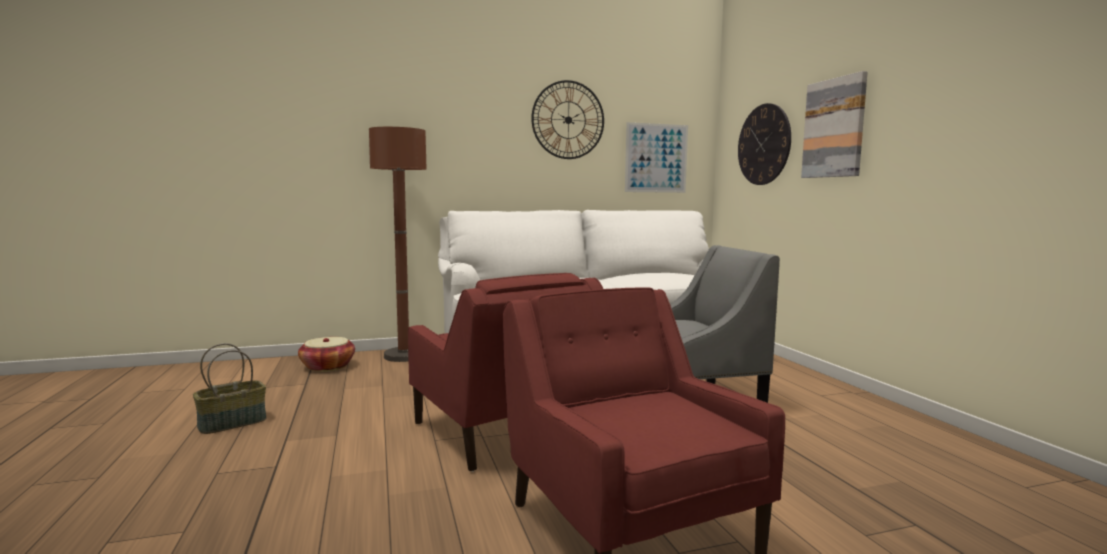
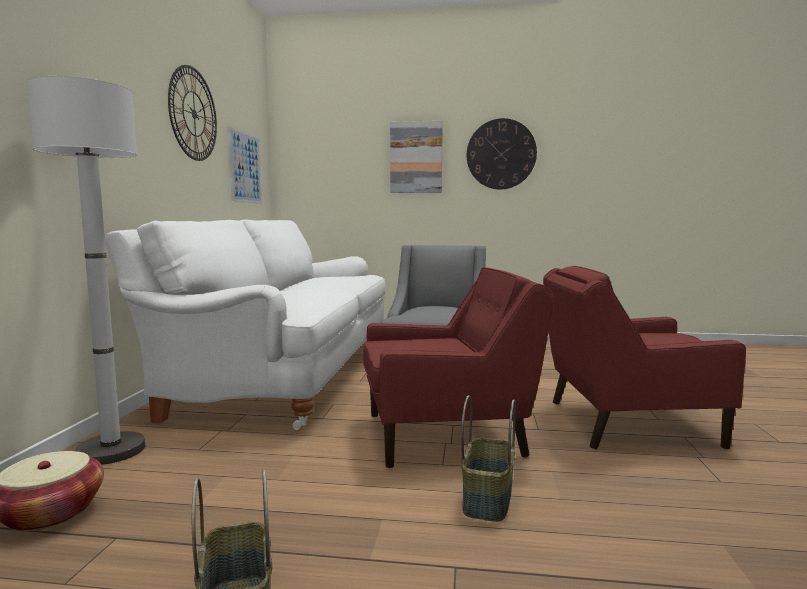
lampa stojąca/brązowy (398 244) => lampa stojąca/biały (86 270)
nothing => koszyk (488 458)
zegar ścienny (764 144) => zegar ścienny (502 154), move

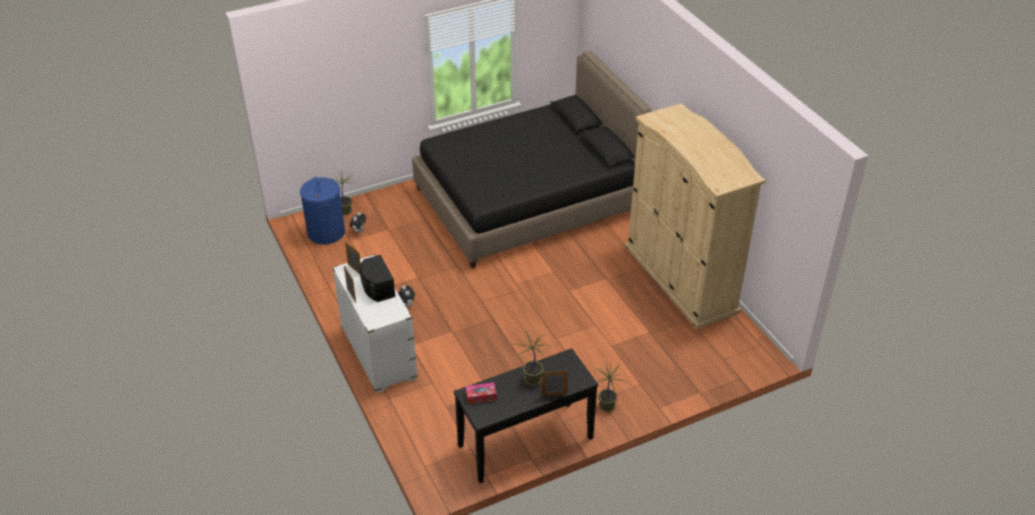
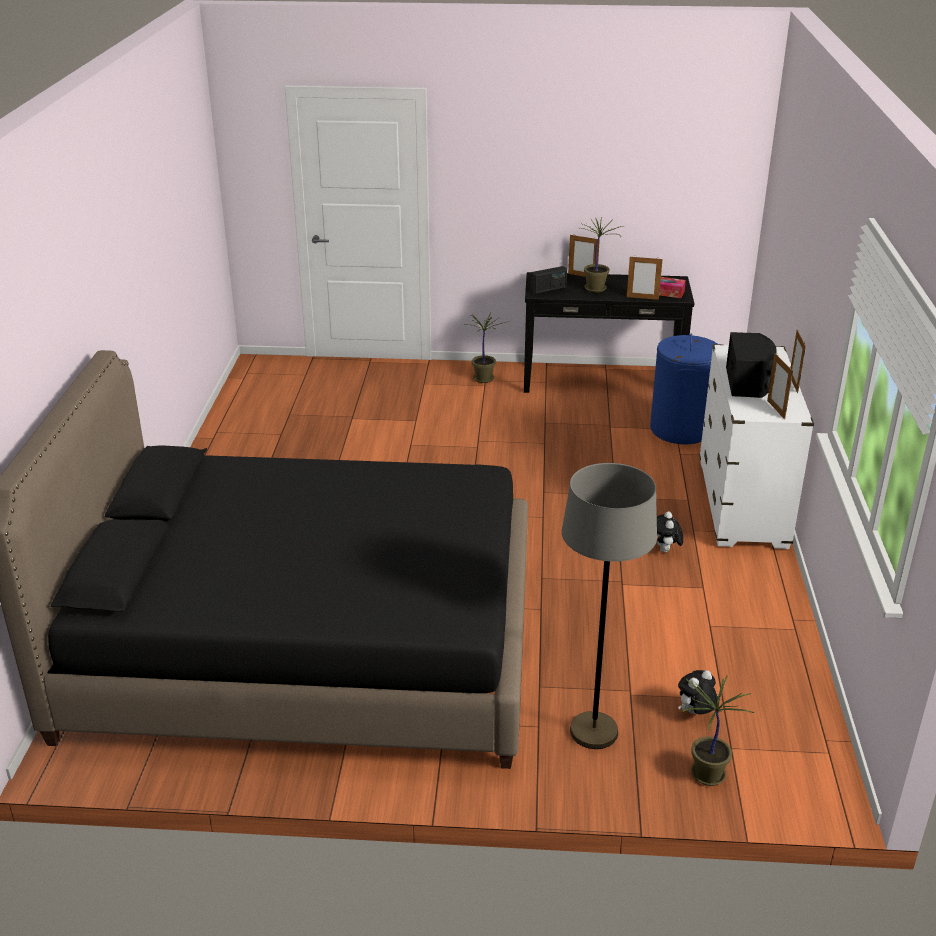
nothing => radio (548 280)
nothing => lampa stojąca/szary (609 606)
nothing => ramka na zdjęcie (645 277)
kosz na pranie/niebieski (322 210) => kosz na pranie/niebieski (683 388), move
szafa/beżowy (695 216) => nothing

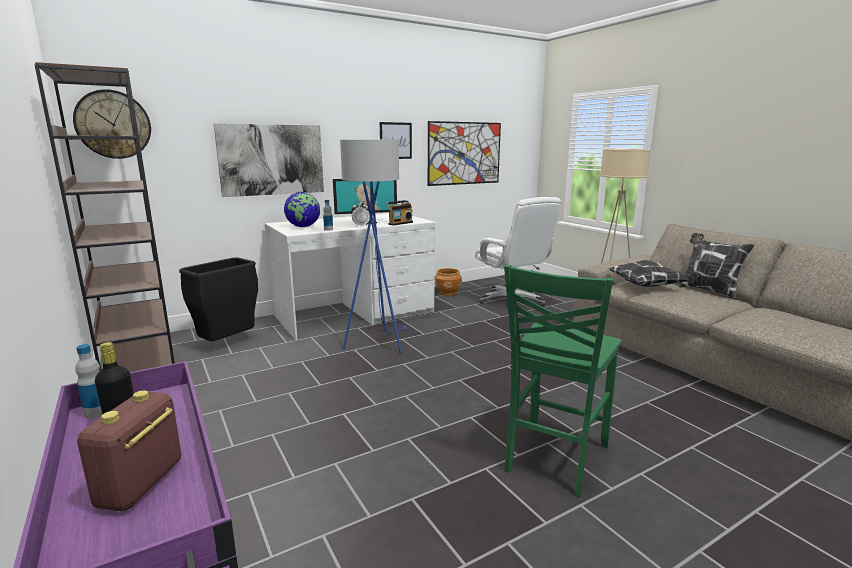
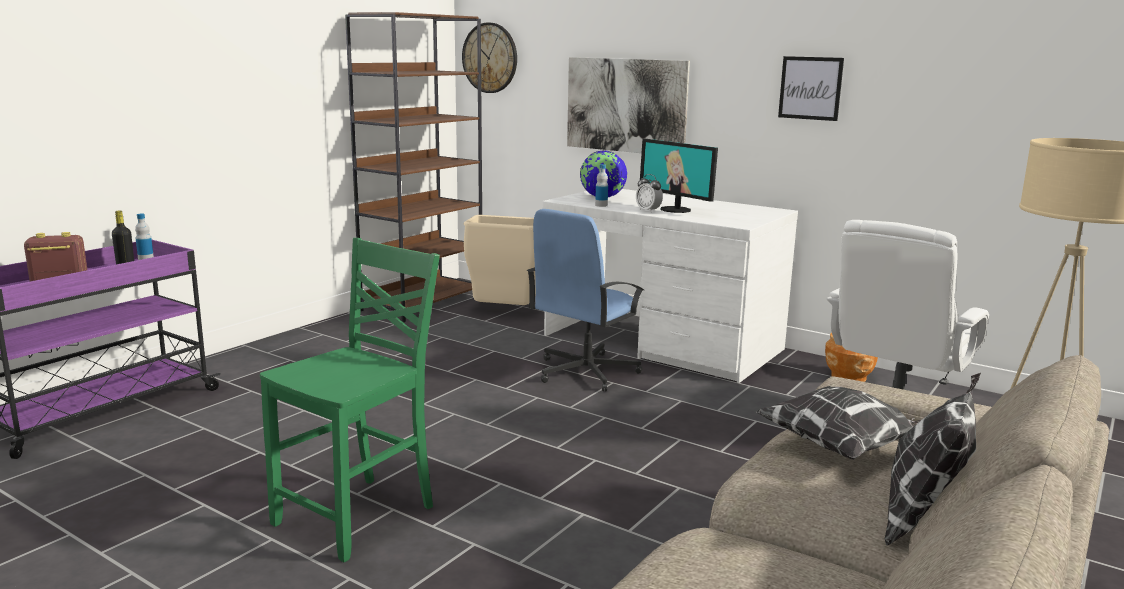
krzesło/zielony (563 381) => krzesło/zielony (350 400), 120 degrees clockwise
kosz na śmieci/czarny (218 299) => kosz na śmieci/beżowy (500 260)
lampa stojąca/niebieski (373 246) => krzesło biurowe/niebieski (585 300)
radio (399 213) => nothing
obraz (464 153) => nothing

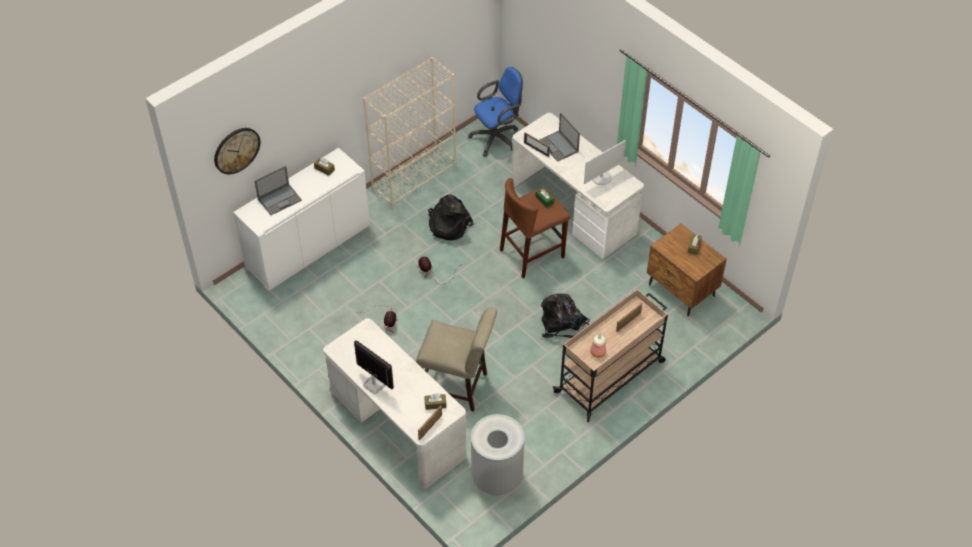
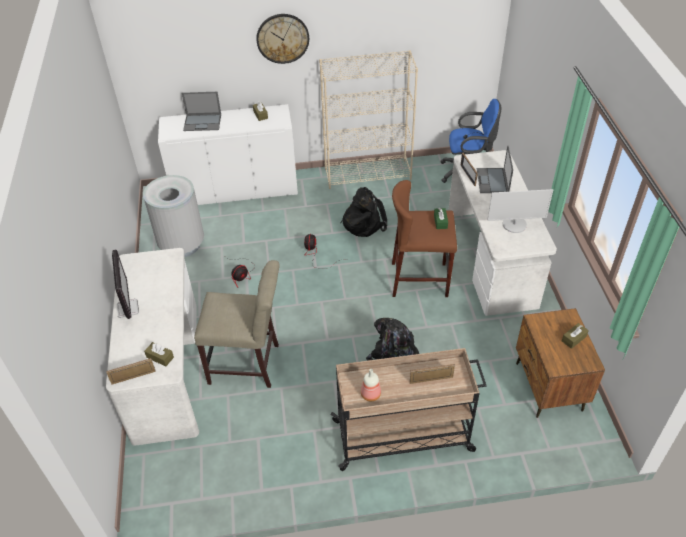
kosz na śmieci/szary (498 455) => kosz na śmieci/szary (173 216), move
krzesło/beżowy (456 359) => krzesło/beżowy (237 324), 45 degrees counterclockwise
zegar ścienny (237 151) => zegar ścienny (282 39), move

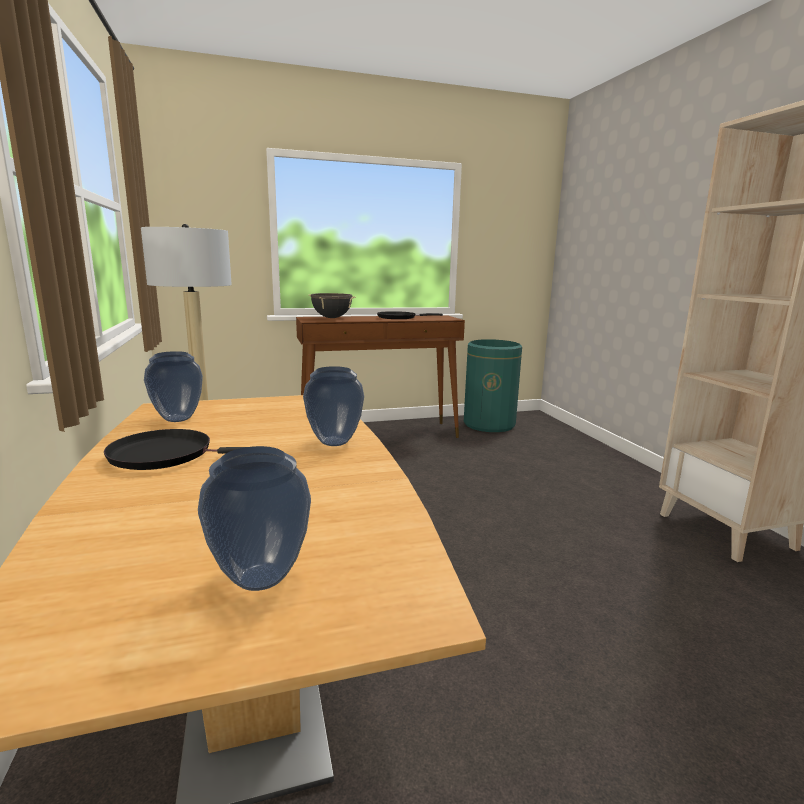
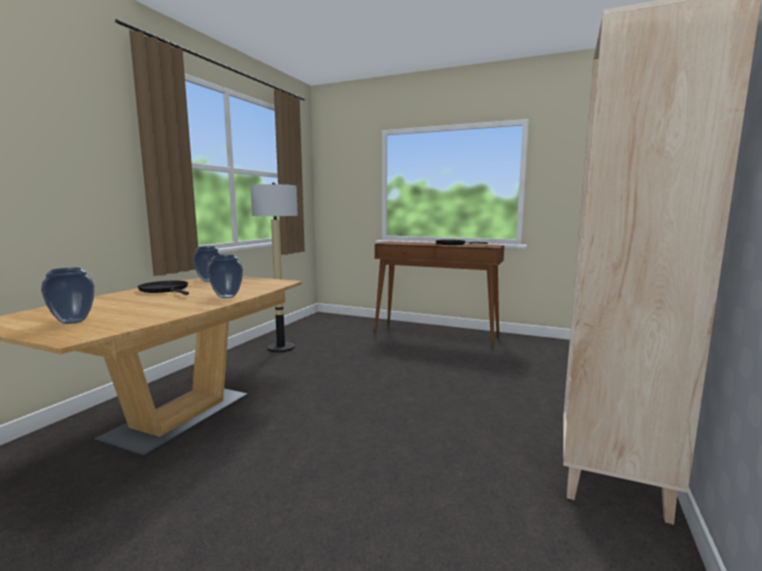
garnek/czarny (332 305) => nothing
kosz na śmieci/zielony (493 385) => nothing

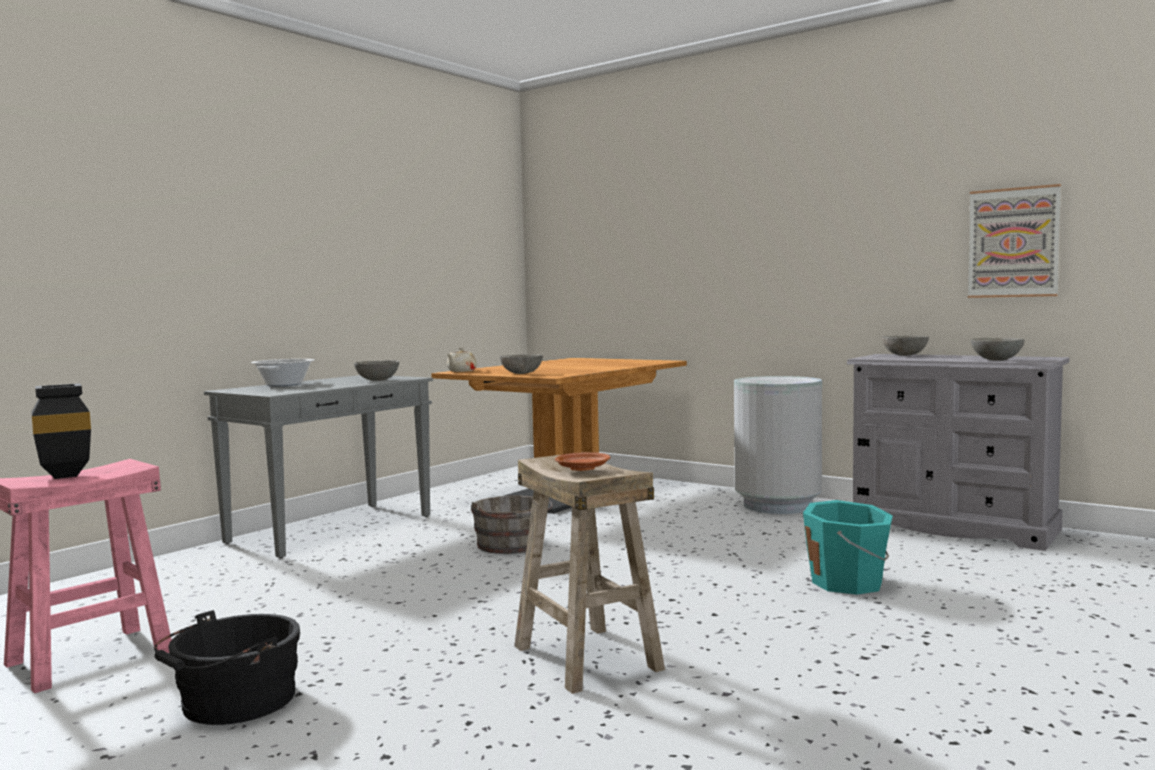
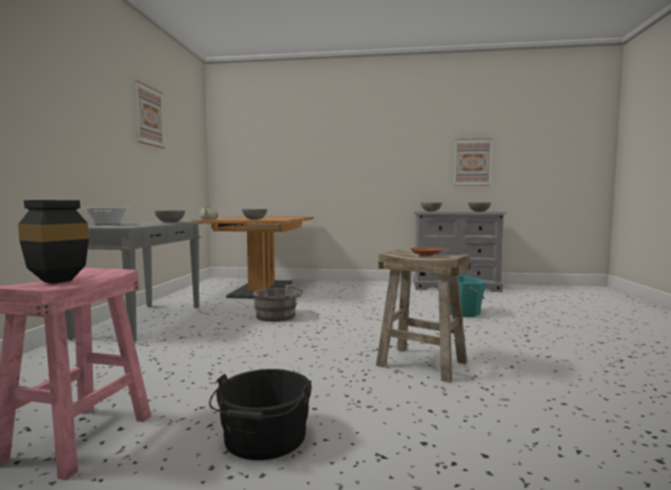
nothing => obraz (150 114)
kosz na śmieci/szary (778 445) => nothing

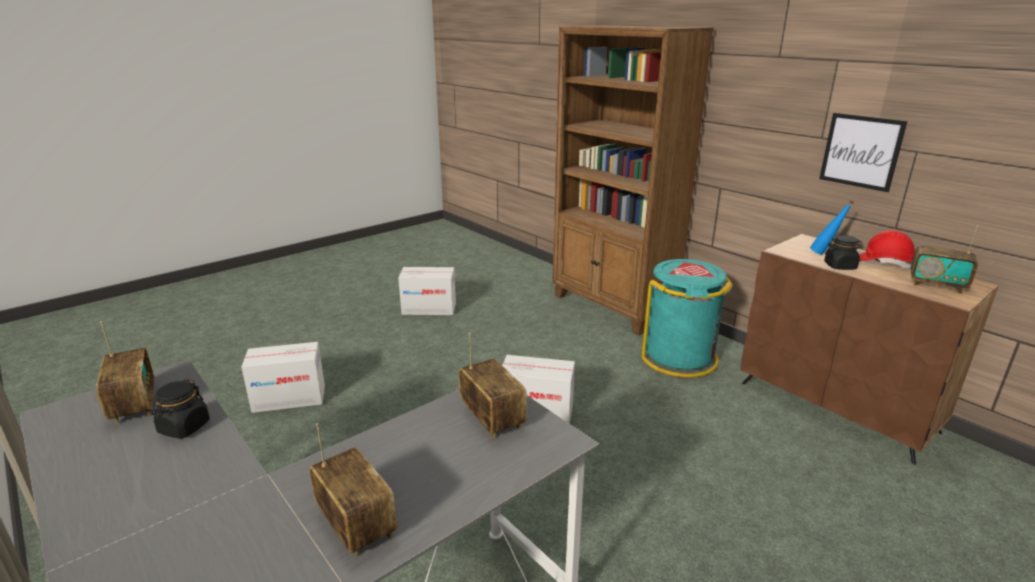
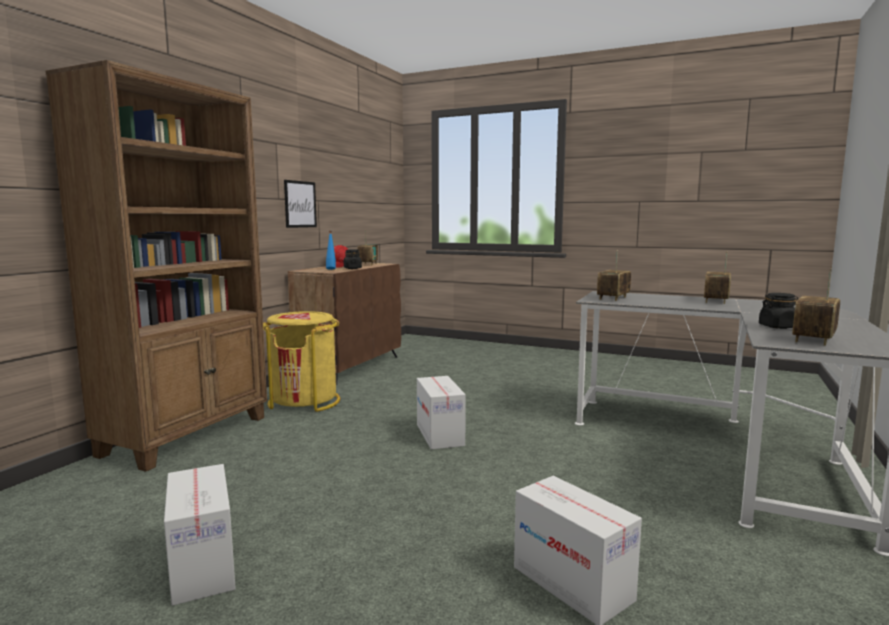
kosz na śmieci/turkusowy (687 318) => kosz na śmieci/żółty (301 361)

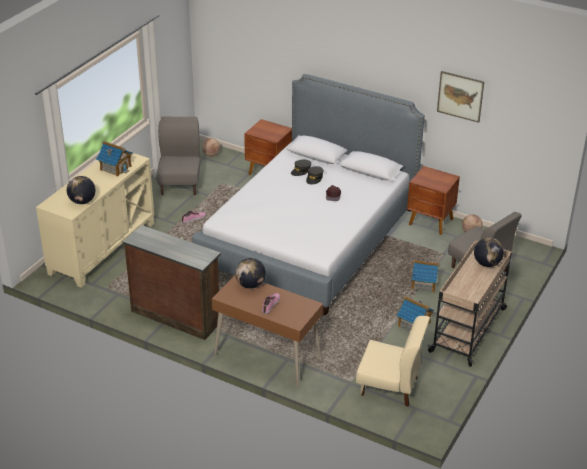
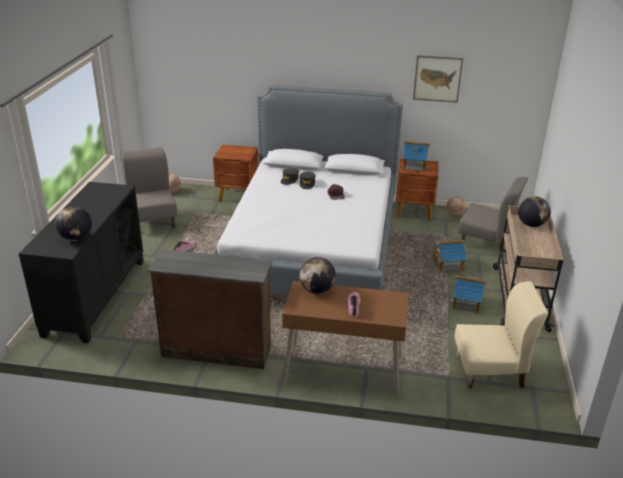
szafka/beżowy (95 220) => szafka/czarny (81 262)
domek (114 159) => domek (416 156), move

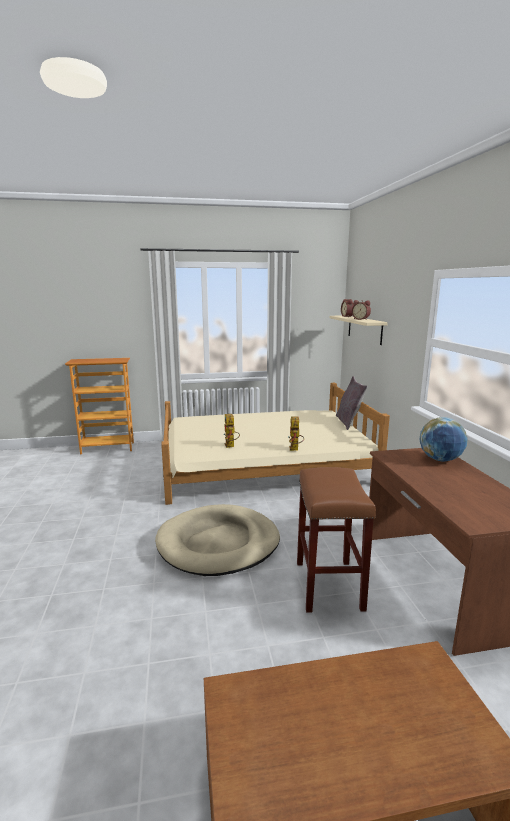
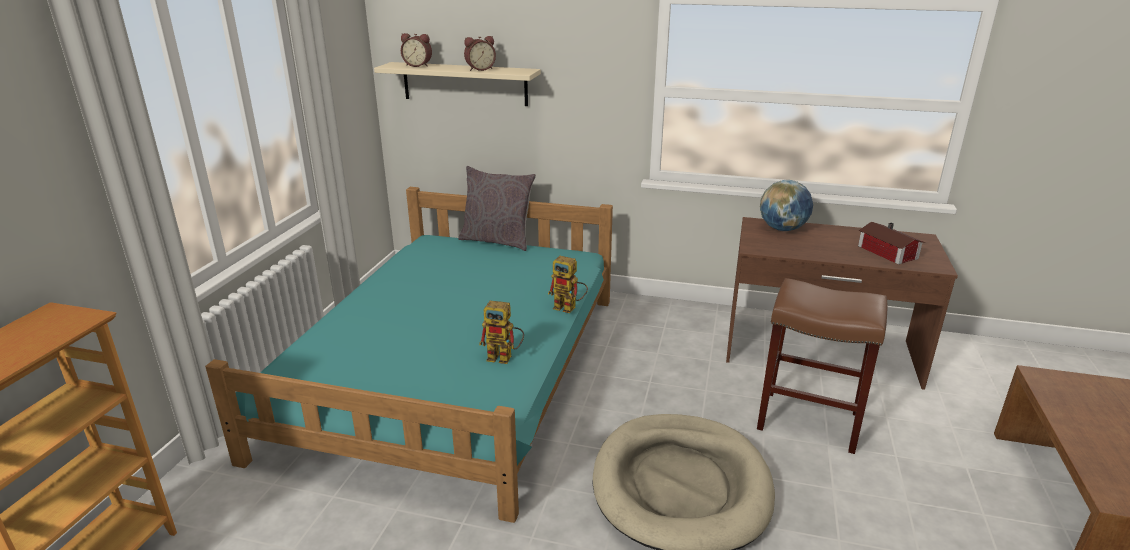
łóżko/beżowy (275 444) => łóżko/turkusowy (409 355)
nothing => domek (891 243)

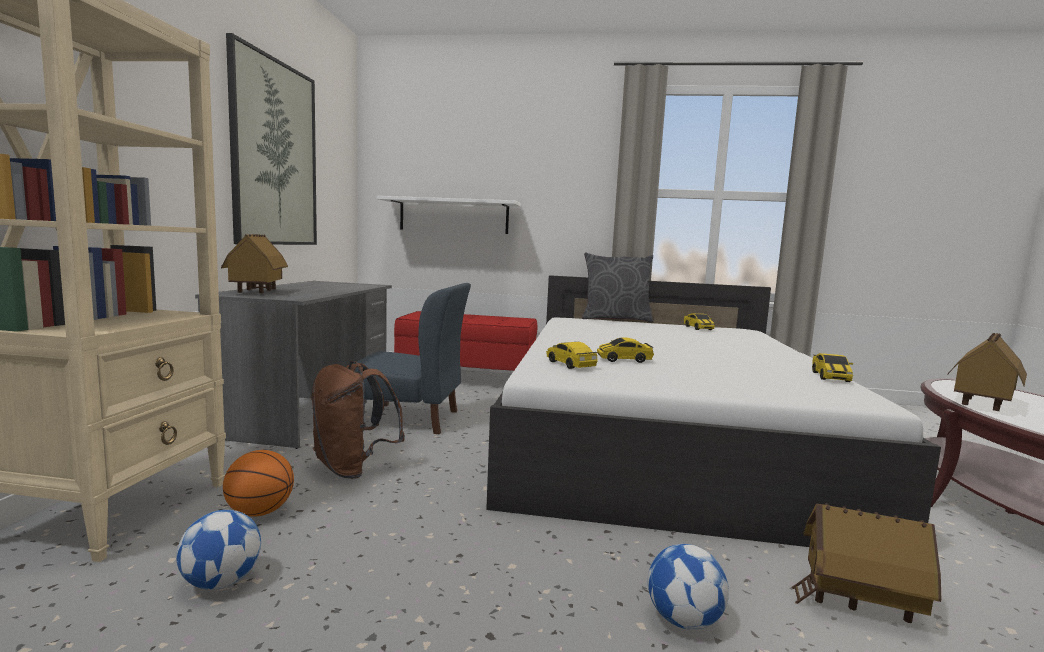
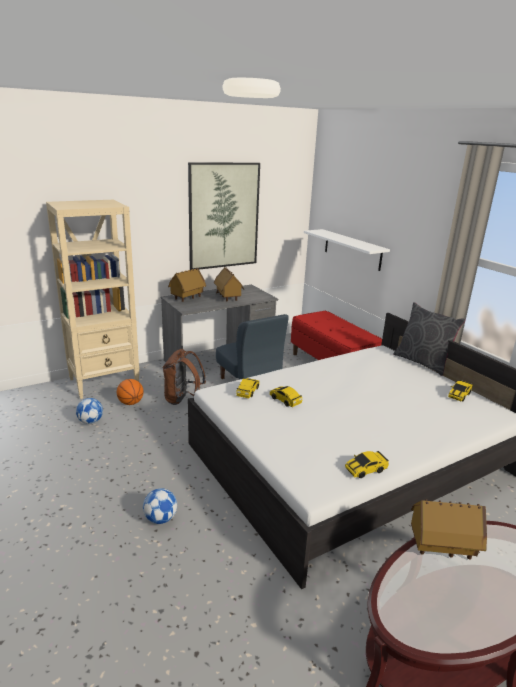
domek (866 563) => domek (229 284), move

